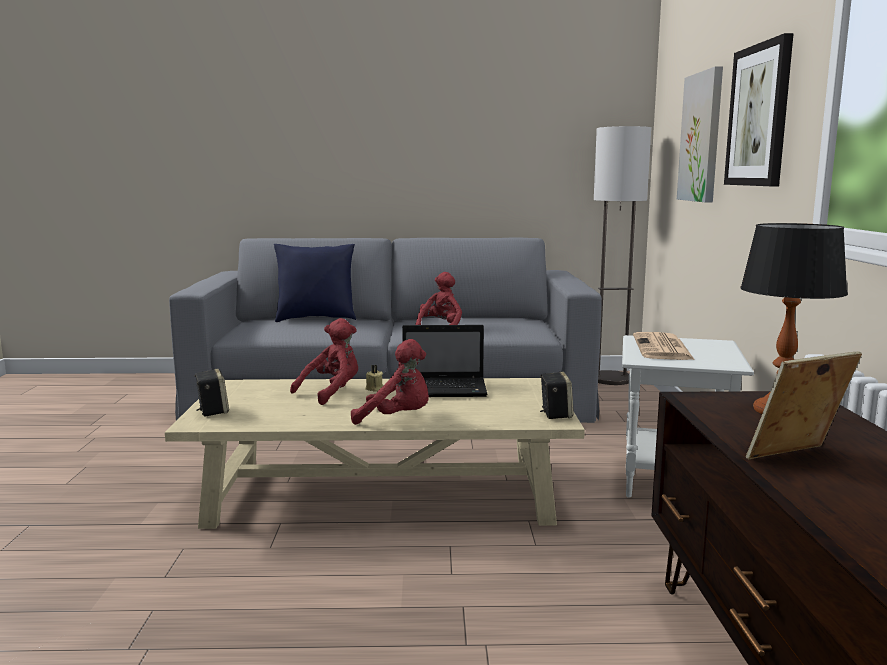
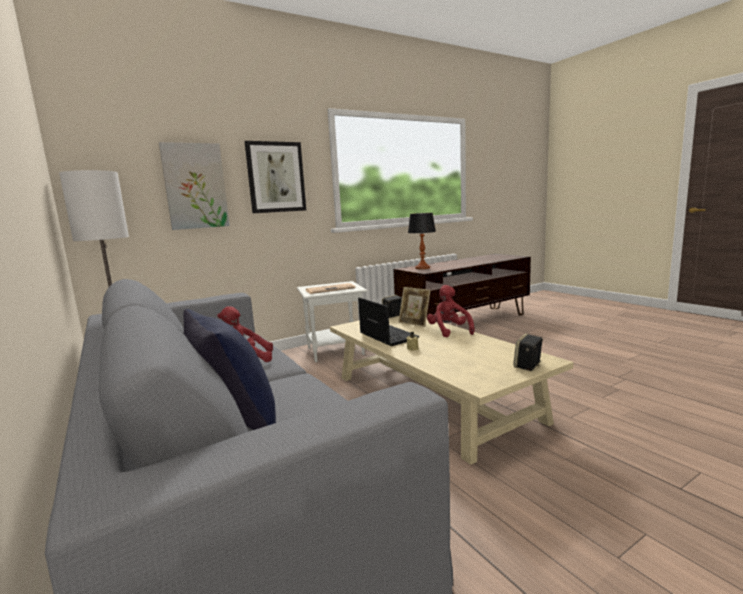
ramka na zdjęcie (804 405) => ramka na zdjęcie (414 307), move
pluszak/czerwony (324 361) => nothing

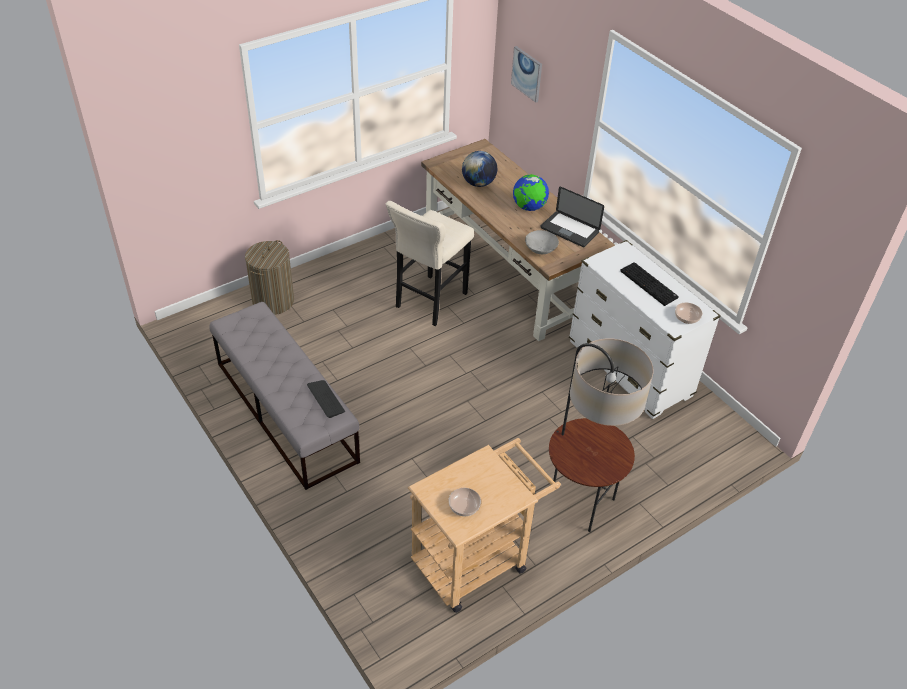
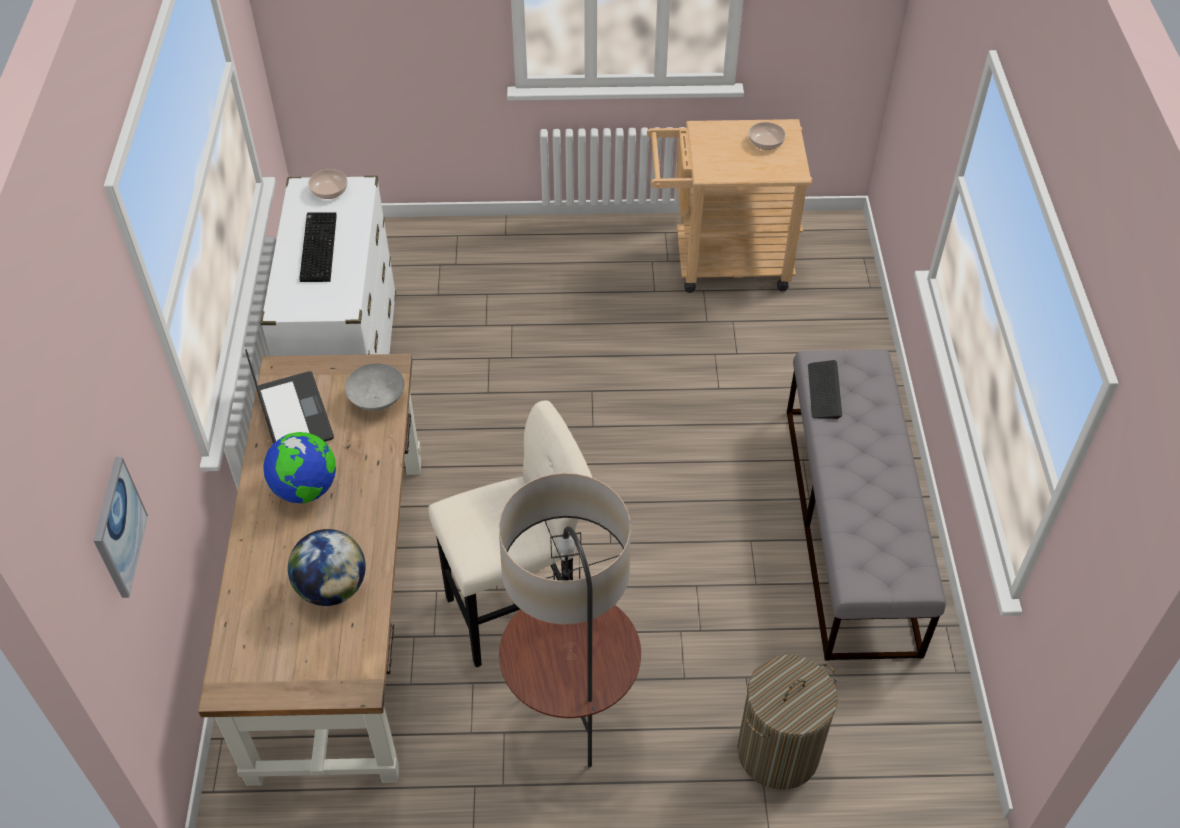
lampa stojąca (601 435) => lampa stojąca (570 620), move

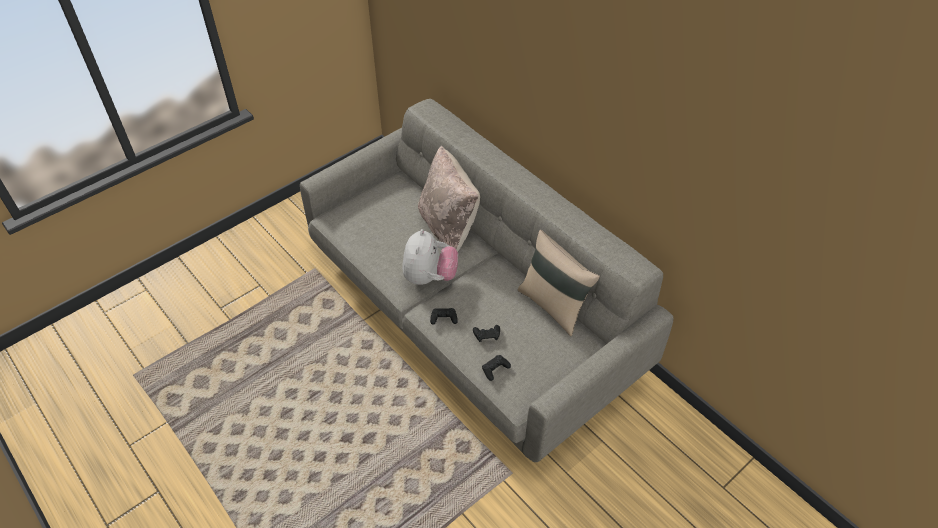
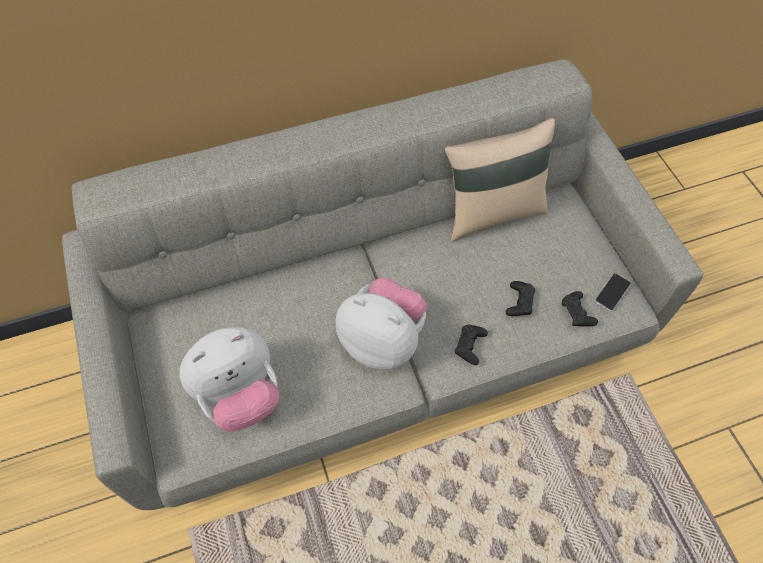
nothing => pluszak (229 379)
nothing => telefon (613 292)
poduszka/beżowy (449 199) => nothing

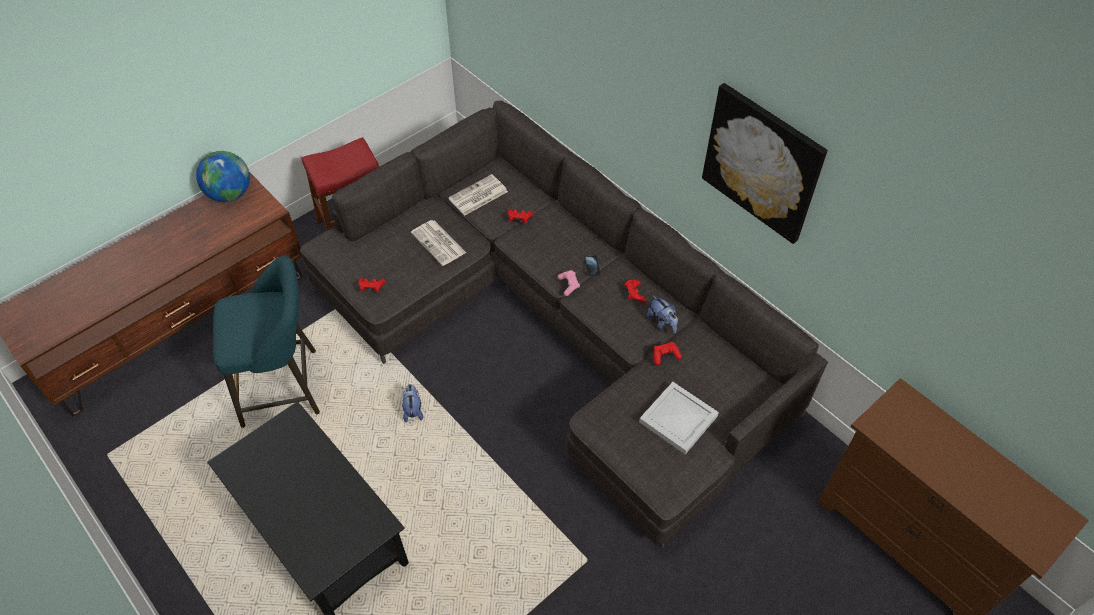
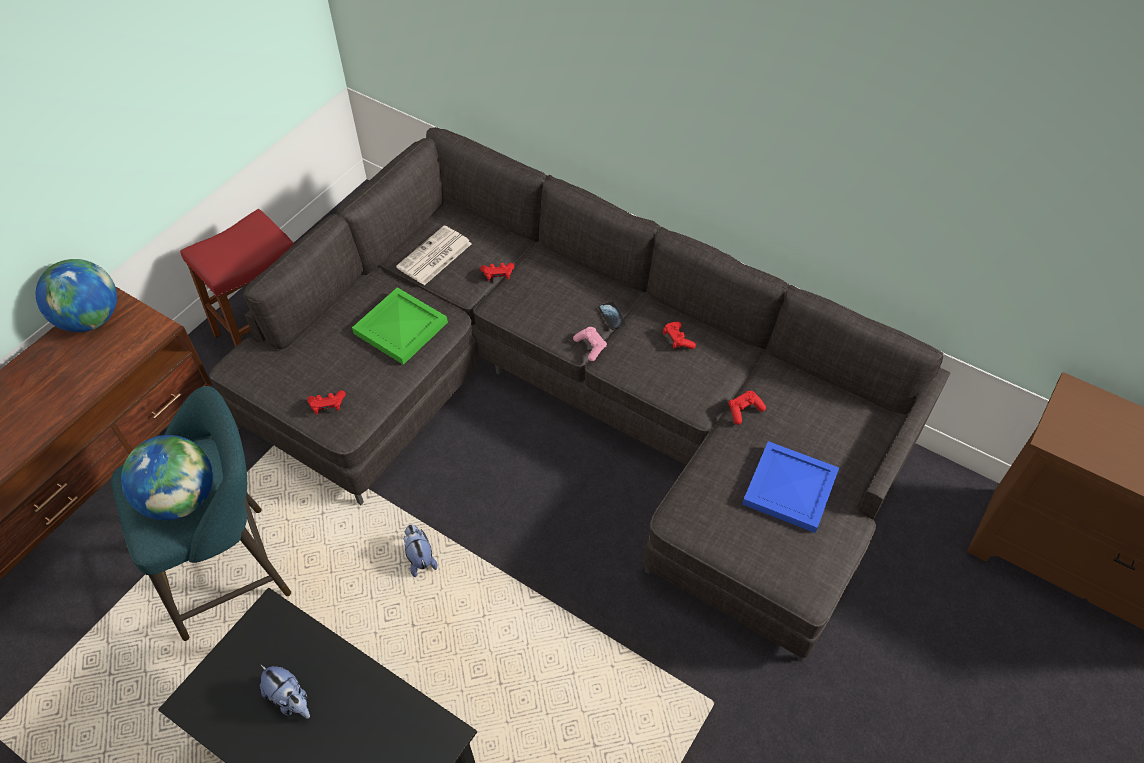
nothing => globus (167 477)
pluszak (662 314) => pluszak (285 691), move
gazeta (438 243) => taca/zielony (400 326)
taca/biały (679 418) => taca/niebieski (790 487)
obraz (764 163) => nothing

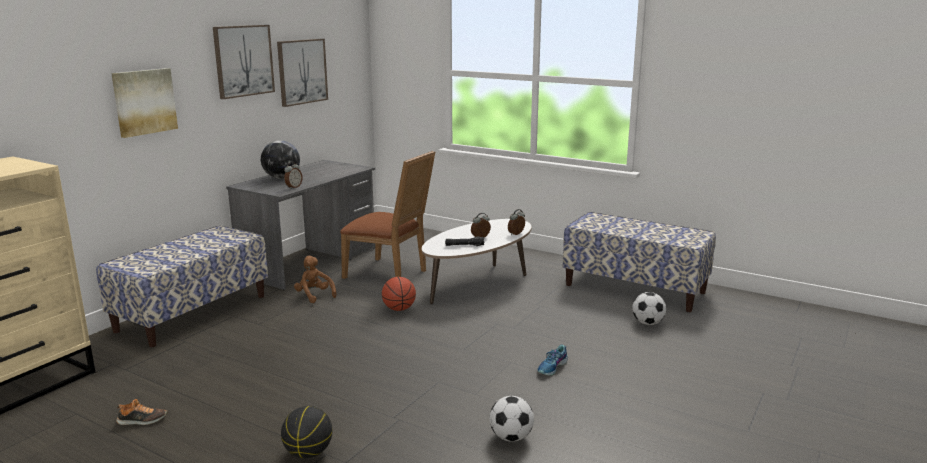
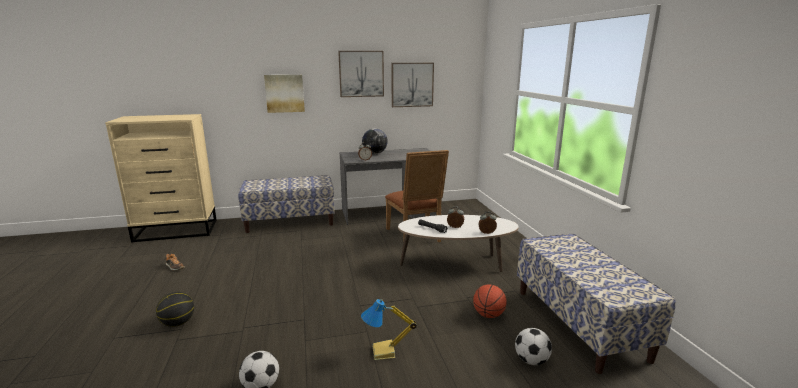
but (552 360) => lampa stołowa (389 329)
piłka do koszykówki (399 294) => piłka do koszykówki (490 301), move
pluszak/brązowy (315 279) => nothing

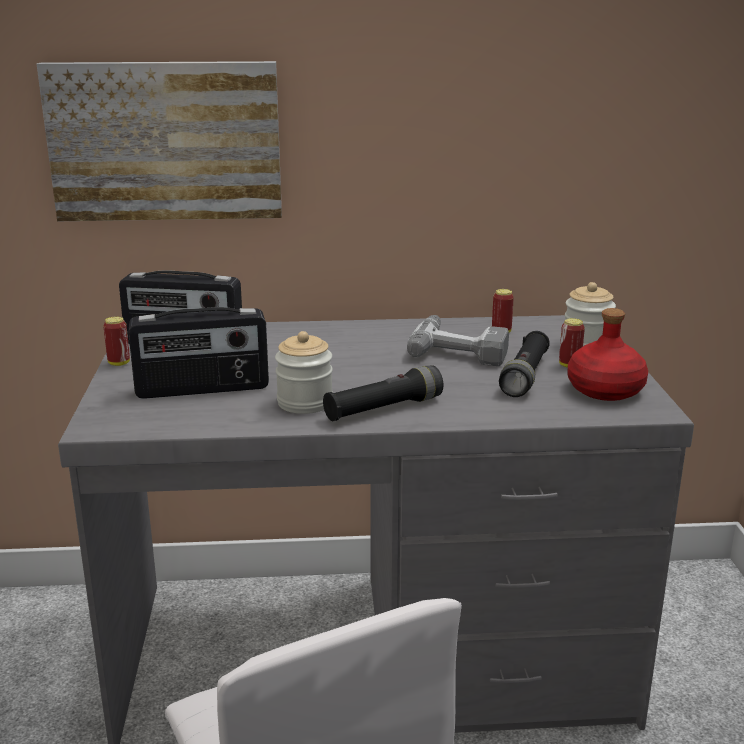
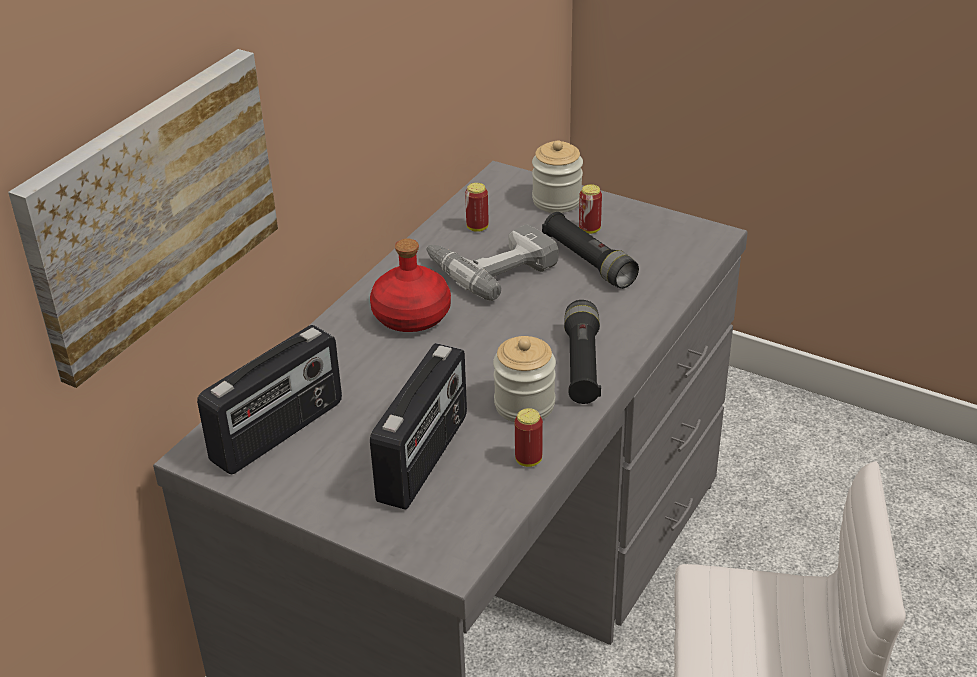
butelka/czerwony (607 354) => butelka/czerwony (410 285), move
puszka (116 341) => puszka (529 437), move

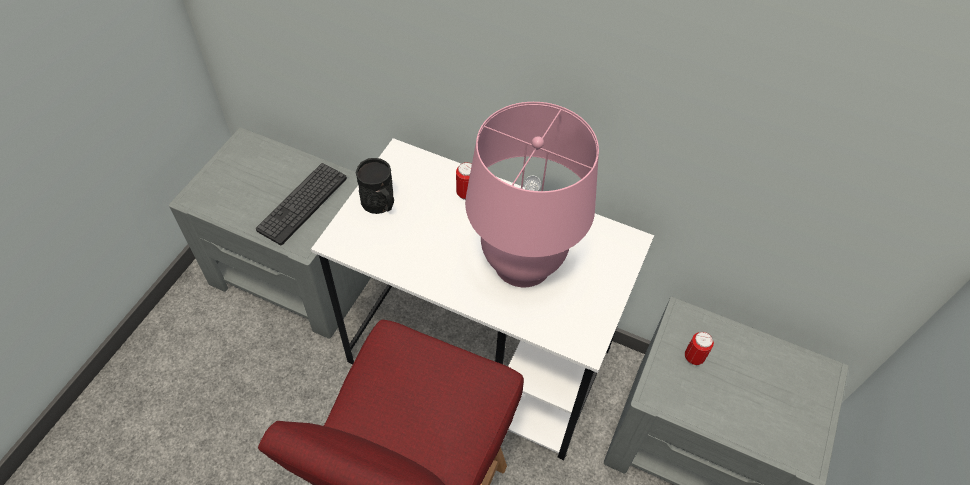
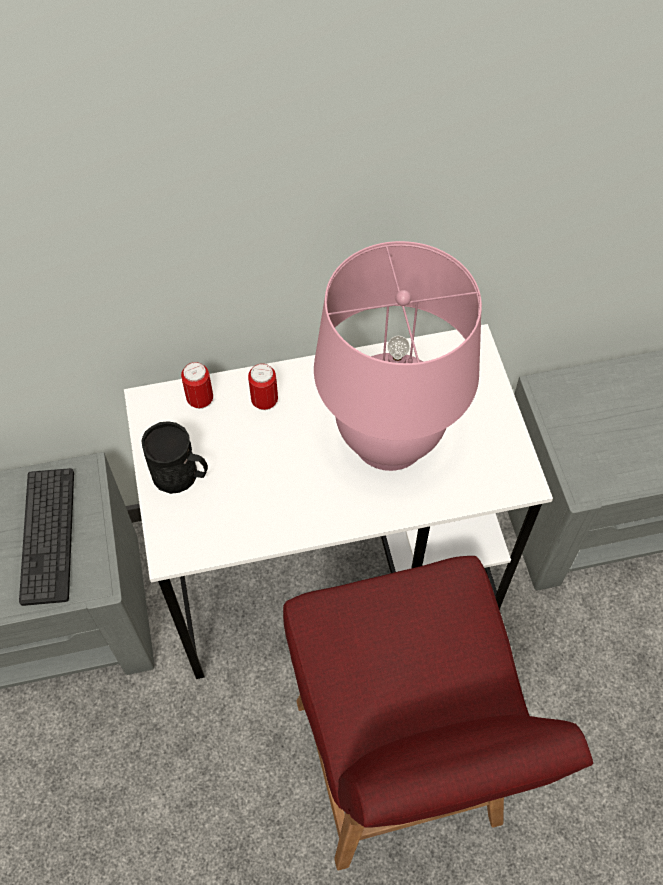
puszka (699 348) => puszka (197 385), move

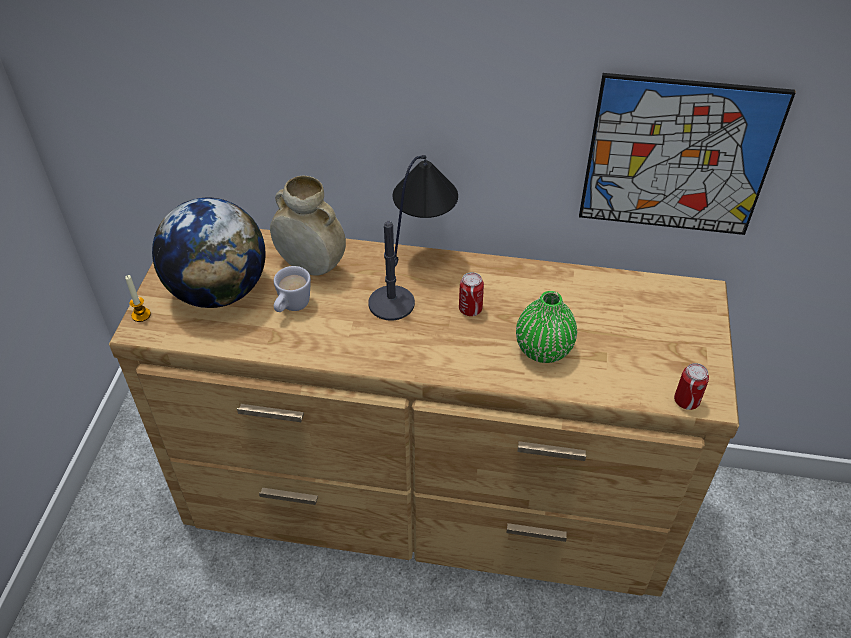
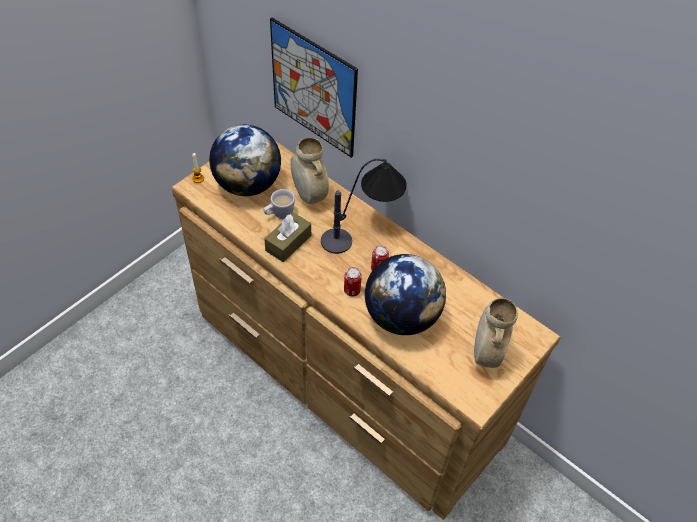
nothing => pudełko chusteczek/brązowy (287 237)
obraz (687 154) => obraz (314 87), move
puszka (691 386) => puszka (353 281), move
wazon/zielony (546 327) => globus (405 294)
nothing => wazon/beżowy (496 332)

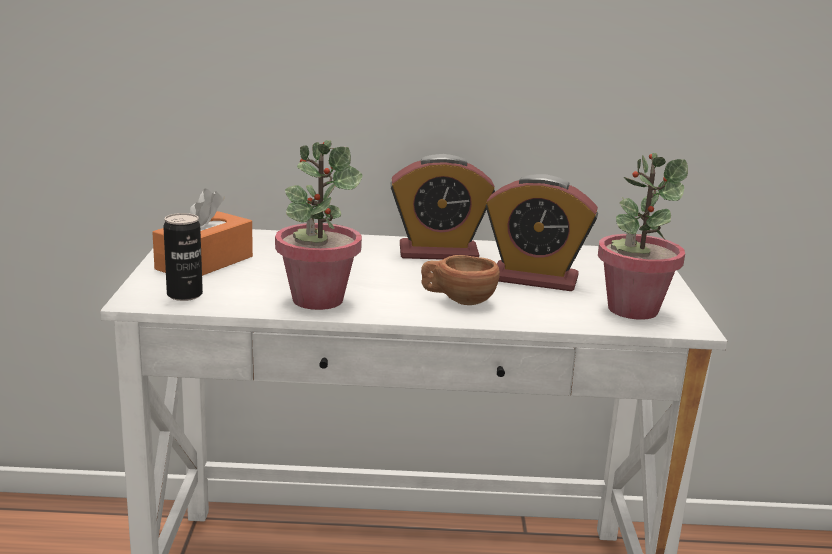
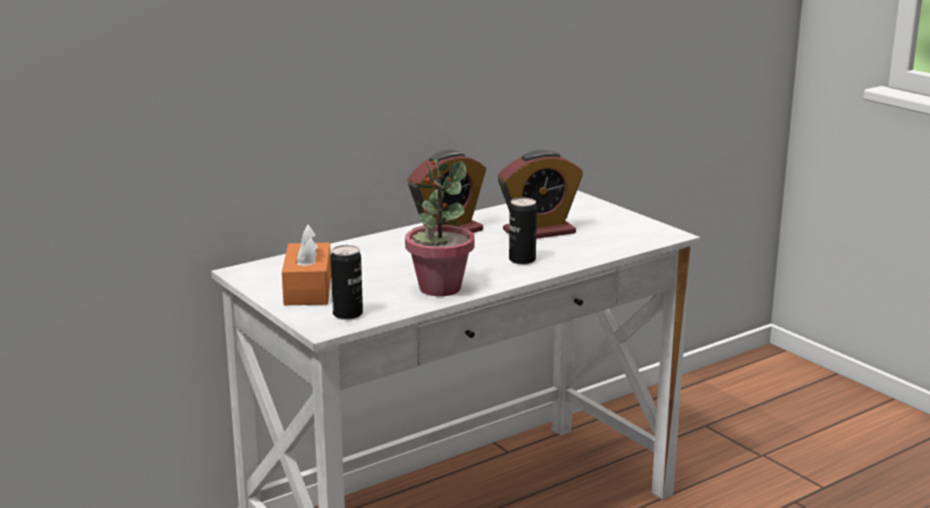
filiżanka/brązowy (460 280) => puszka (523 231)
roślina doniczkowa (643 236) => nothing

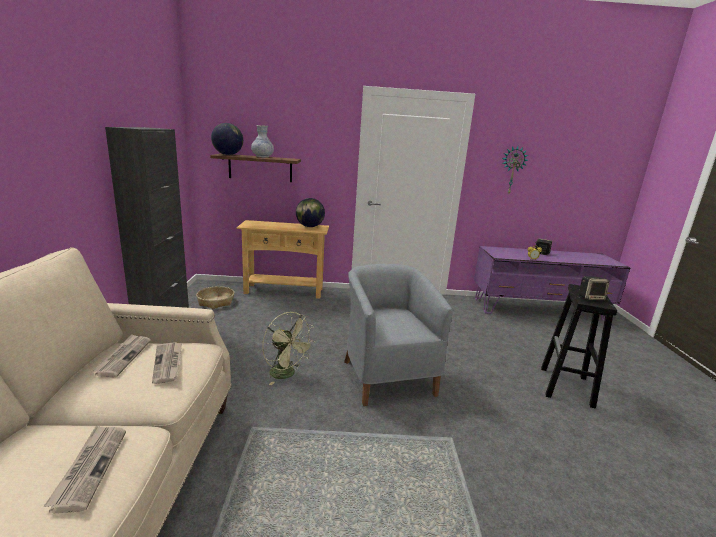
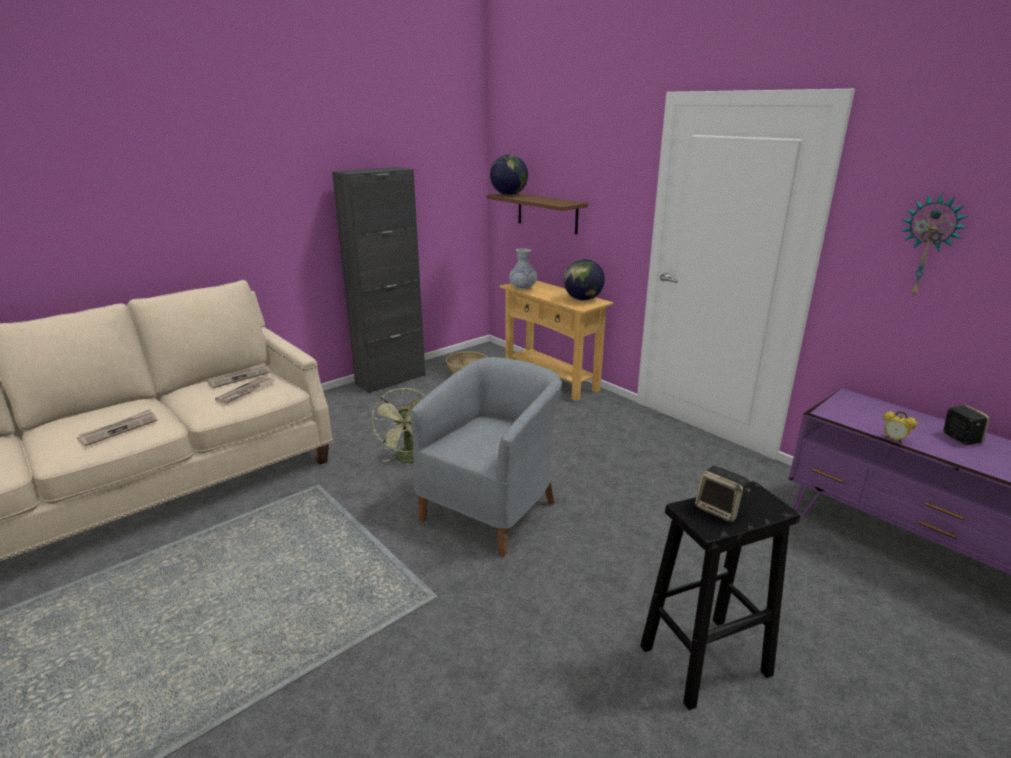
wazon (262 141) => wazon (523 268), move

